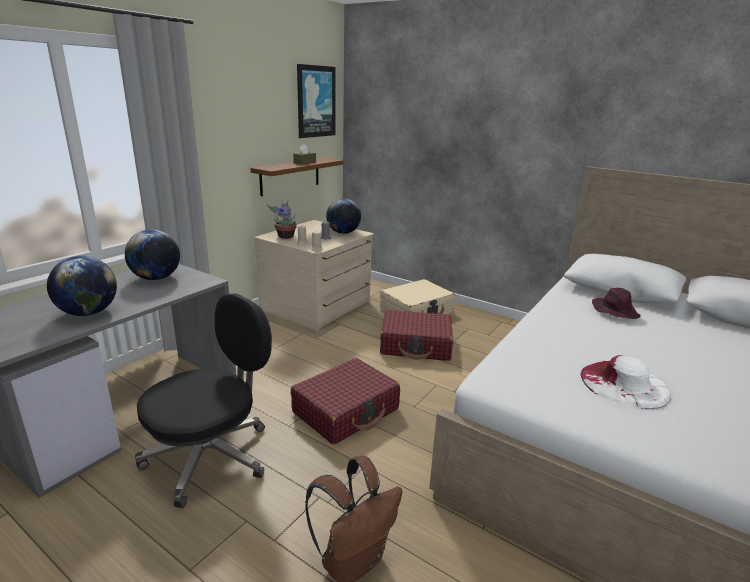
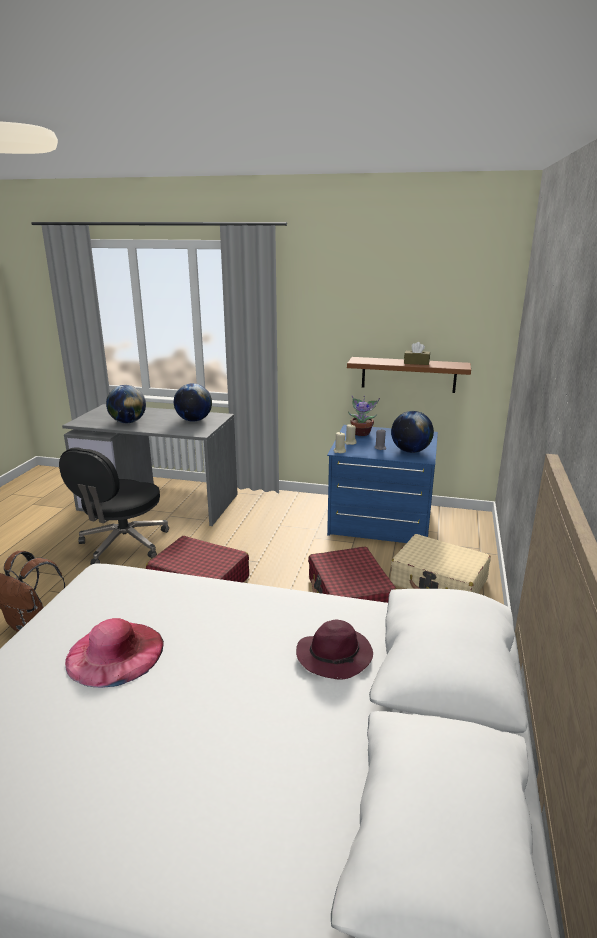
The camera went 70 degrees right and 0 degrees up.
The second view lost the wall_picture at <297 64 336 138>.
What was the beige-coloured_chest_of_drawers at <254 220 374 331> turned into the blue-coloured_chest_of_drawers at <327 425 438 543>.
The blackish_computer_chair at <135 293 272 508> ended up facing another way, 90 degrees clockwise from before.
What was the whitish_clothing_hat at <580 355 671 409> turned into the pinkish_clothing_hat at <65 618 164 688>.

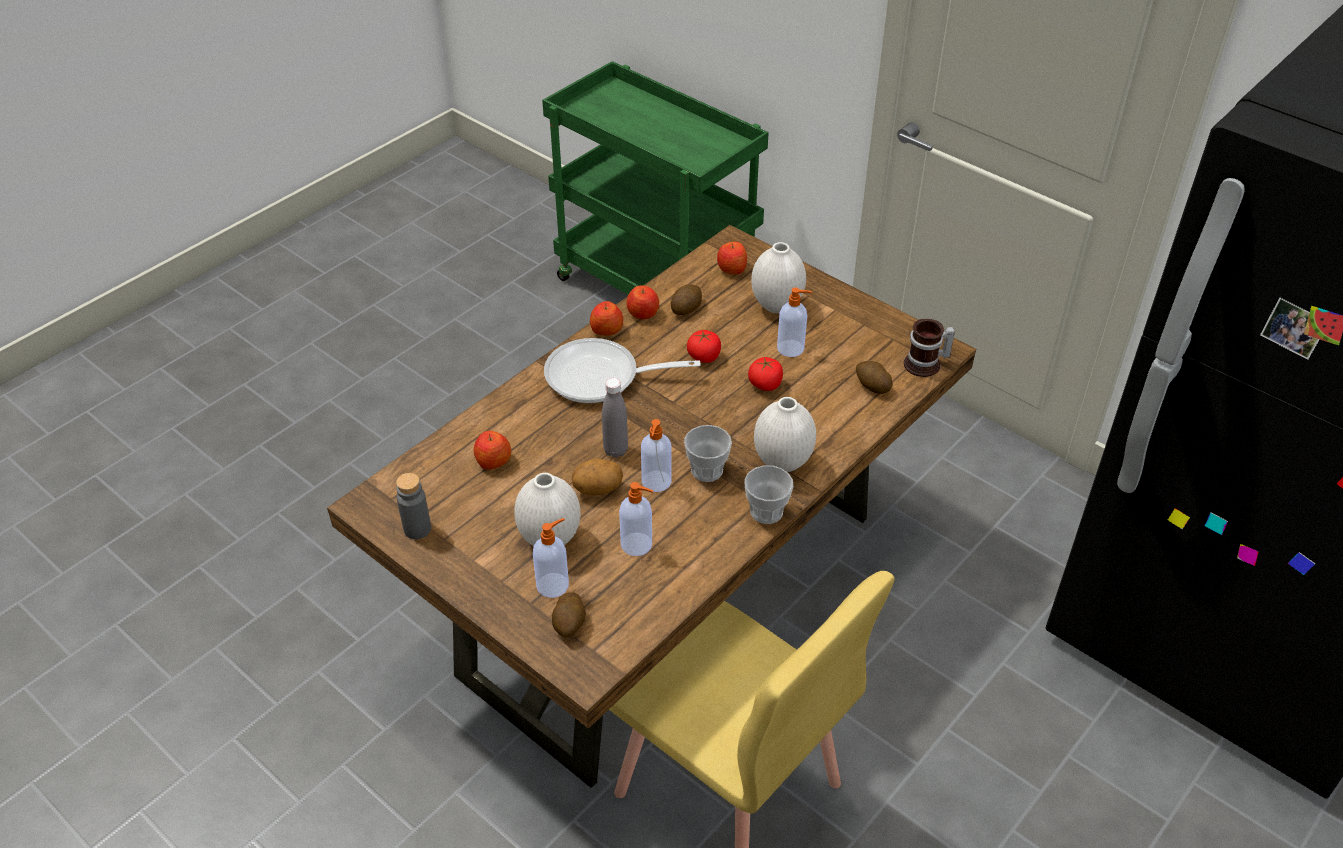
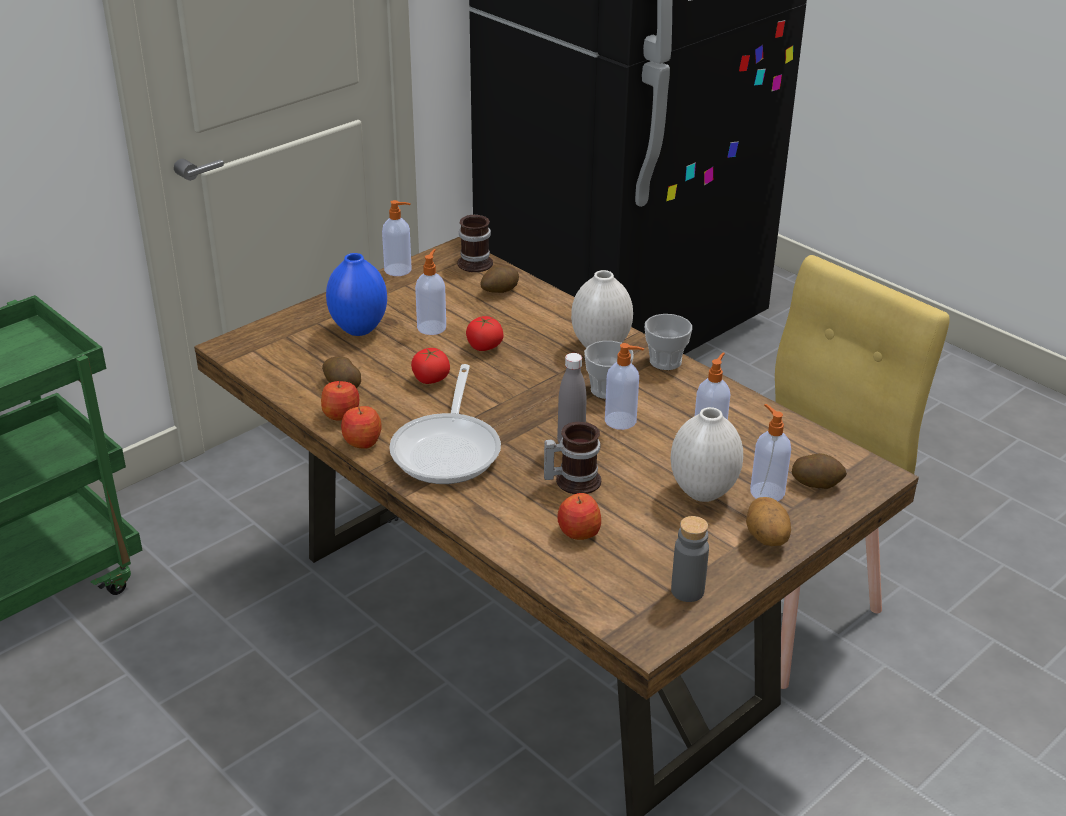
The camera went 85 degrees left and 10 degrees down.
The second view lost the whole_apple at <717 242 747 275>.
What was the whitish_decorative_vase at <751 242 806 313> turned into the blue-coloured_decorative_vase at <326 253 387 336>.
The spud ended up elsewhere, having gone from <572 458 623 496> to <746 497 791 546>.
The second view gained the liquid_soap_bottle at <382 200 412 276>.
The second view gained the tea_mug at <544 422 601 494>.

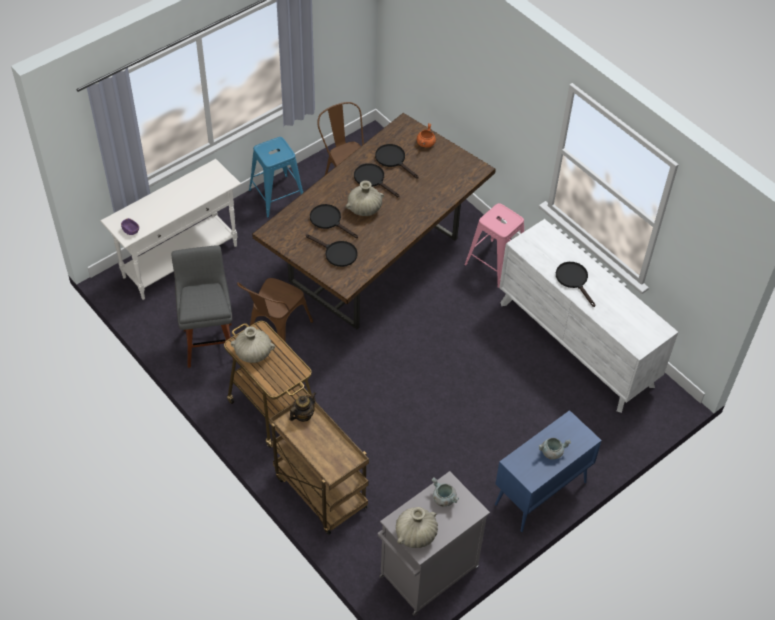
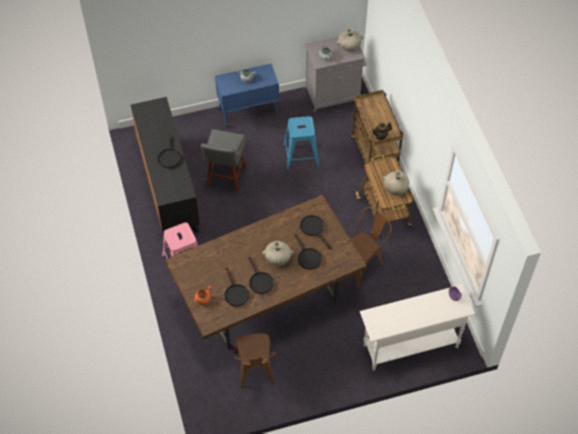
The camera went 155 degrees left and 5 degrees up.
The blue-coloured_stool ended up elsewhere, having gone from <249 137 303 218> to <284 116 319 170>.
What was the whitish_chest_of_drawers at <499 219 678 413> turned into the blackish_chest_of_drawers at <131 97 200 234>.
The grey_stool ended up elsewhere, having gone from <172 245 232 368> to <201 129 246 193>.

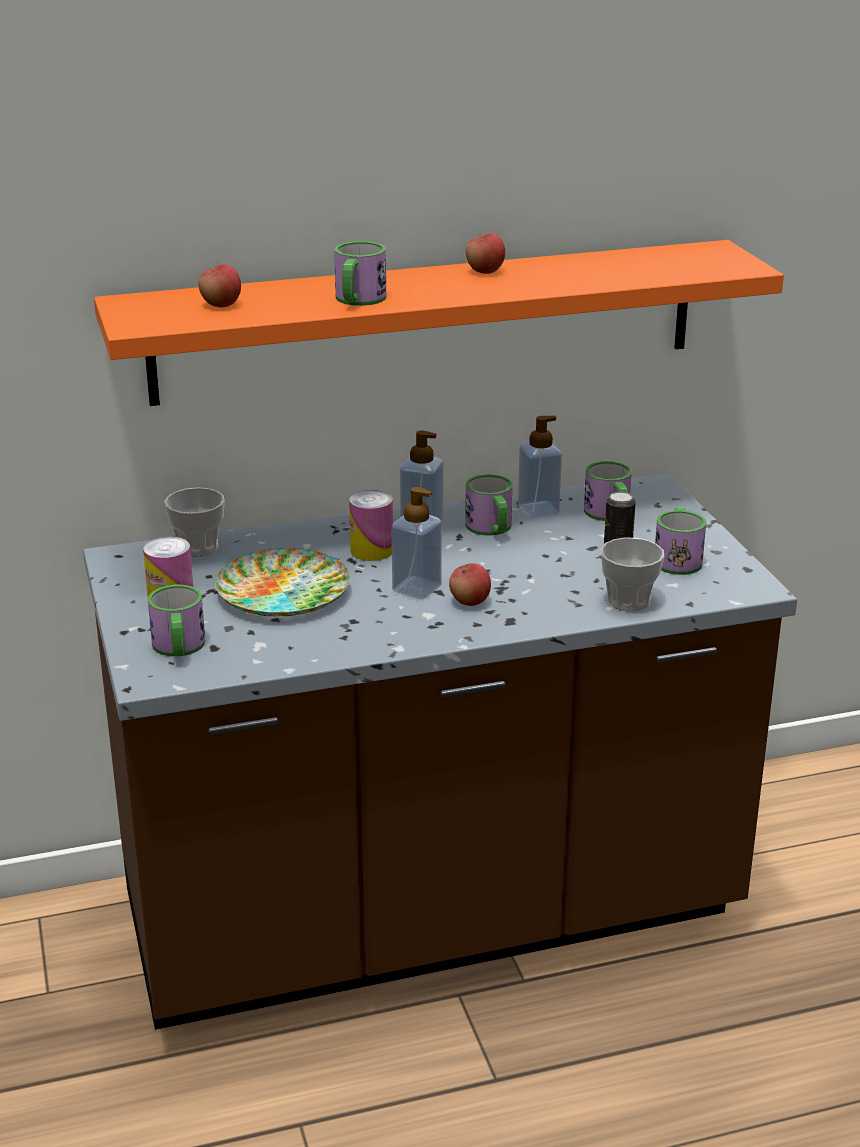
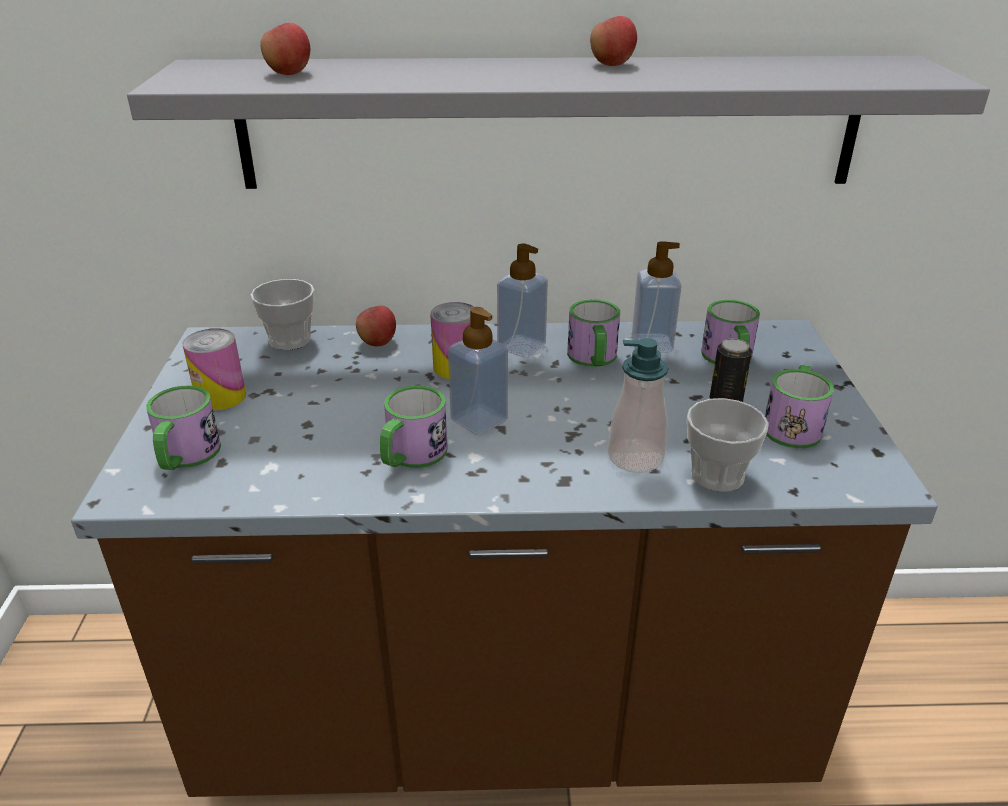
The camera went 15 degrees right and 5 degrees up.
What was the orange-coloured_wall_shelf at <94 240 784 406> turned into the grey_wall_shelf at <127 56 990 189>.
The tea_mug ended up elsewhere, having gone from <334 241 386 306> to <380 386 448 468>.
The second view lost the flat_dish at <215 548 350 617>.
The whole_apple ended up elsewhere, having gone from <449 563 491 606> to <356 306 396 347>.
The second view gained the liquid_soap_bottle at <608 338 668 473>.

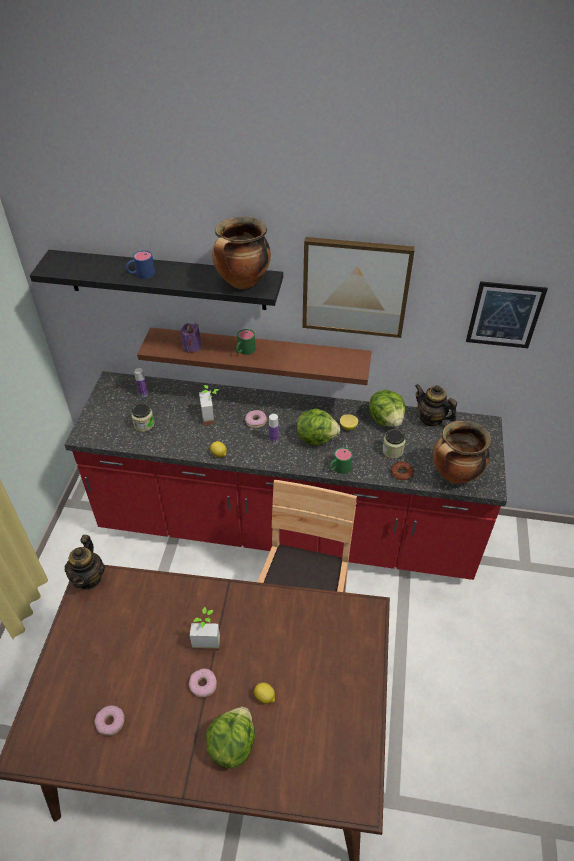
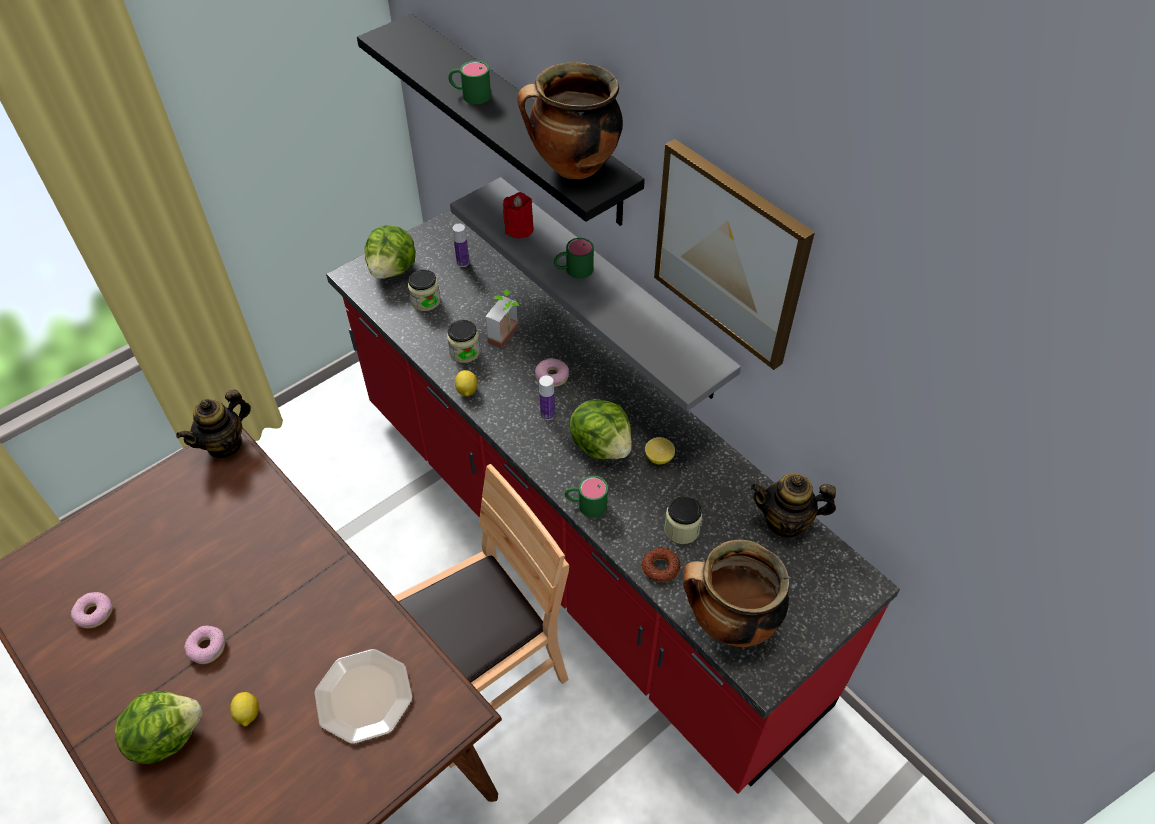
The camera went 40 degrees right and 5 degrees up.
What was the blue-coloured_tea_mug at <126 250 155 279> turned into the greenish_tea_mug at <448 61 491 104>.
The second view lost the wall_picture at <466 281 548 348>.
What was the purple-coloured_wax_light at <181 323 202 353> turned into the red_wax_light at <503 192 534 238>.
What was the brown-coloured_wall_shelf at <137 327 372 385> turned into the grey_wall_shelf at <450 177 741 412>.
The pot_for_tea at <415 384 457 427> ended up facing another way, 75 degrees counterclockwise from before.
The head_of_lettuce ended up elsewhere, having gone from <369 390 406 427> to <365 225 416 279>.
The second view lost the potted_plant at <190 607 221 651>.
The second view gained the jar at <447 320 480 363>.
The second view gained the flat_dish at <315 649 412 744>.

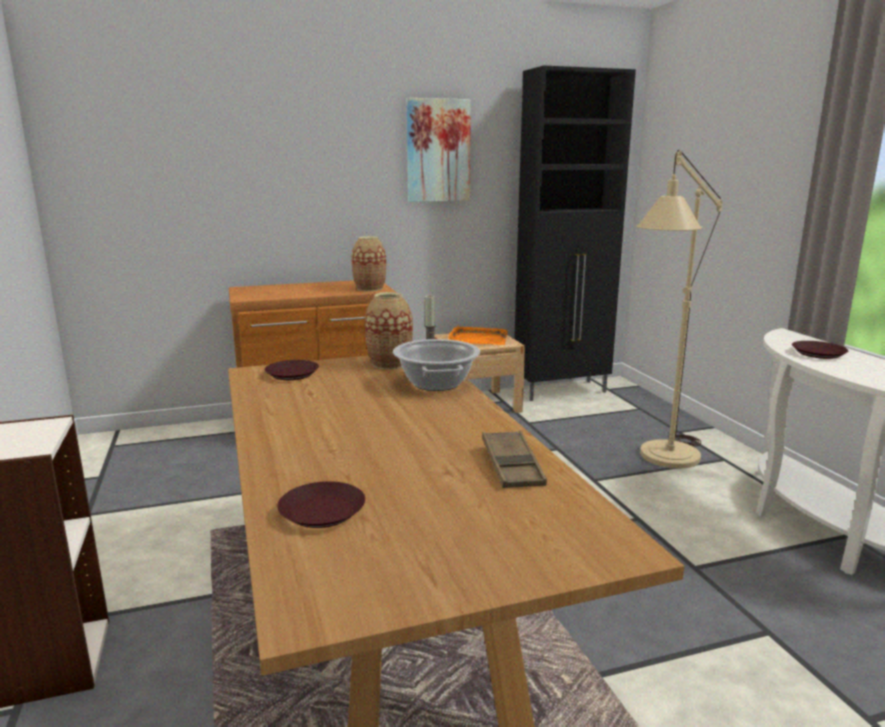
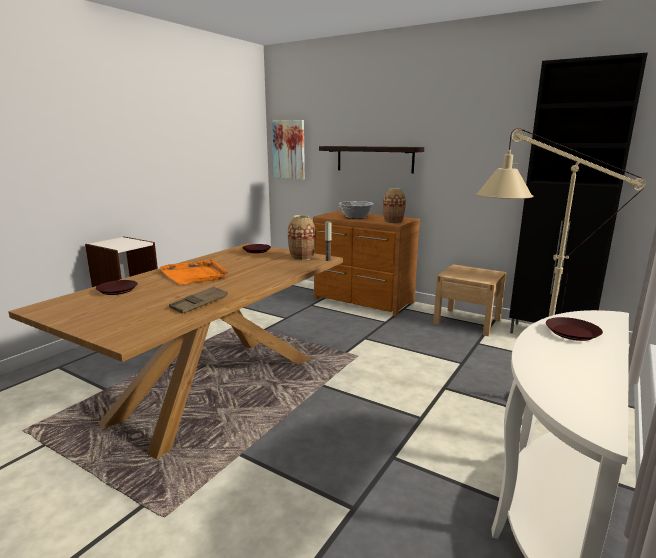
The camera went 50 degrees right and 0 degrees up.
The wall_picture ended up elsewhere, having gone from <407 98 471 202> to <272 120 305 180>.
The orange-coloured_carrying_tray ended up elsewhere, having gone from <448 326 508 345> to <160 259 228 285>.
The cooking_pot ended up elsewhere, having gone from <393 339 480 391> to <339 201 374 219>.
The second view gained the wall_shelf at <319 146 424 174>.

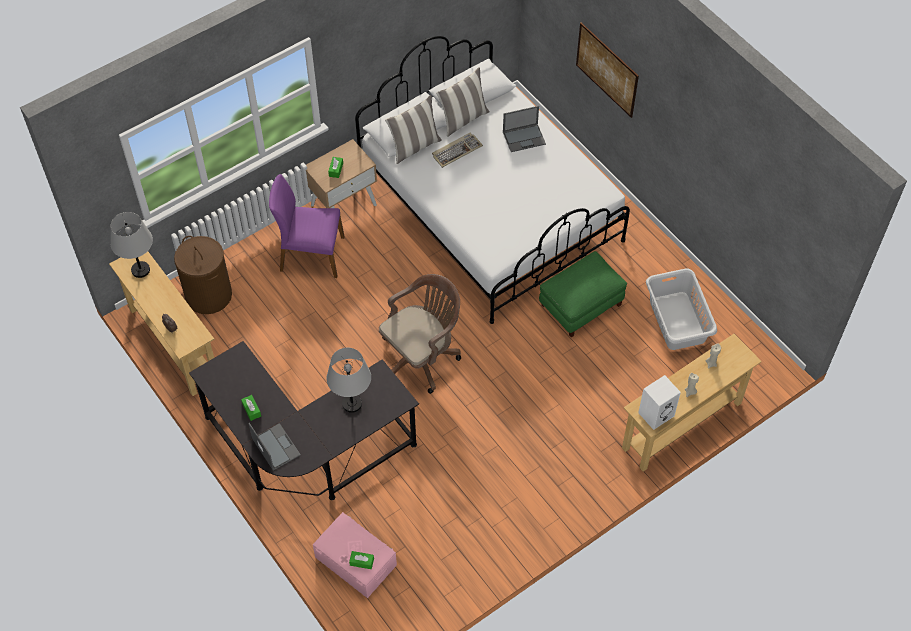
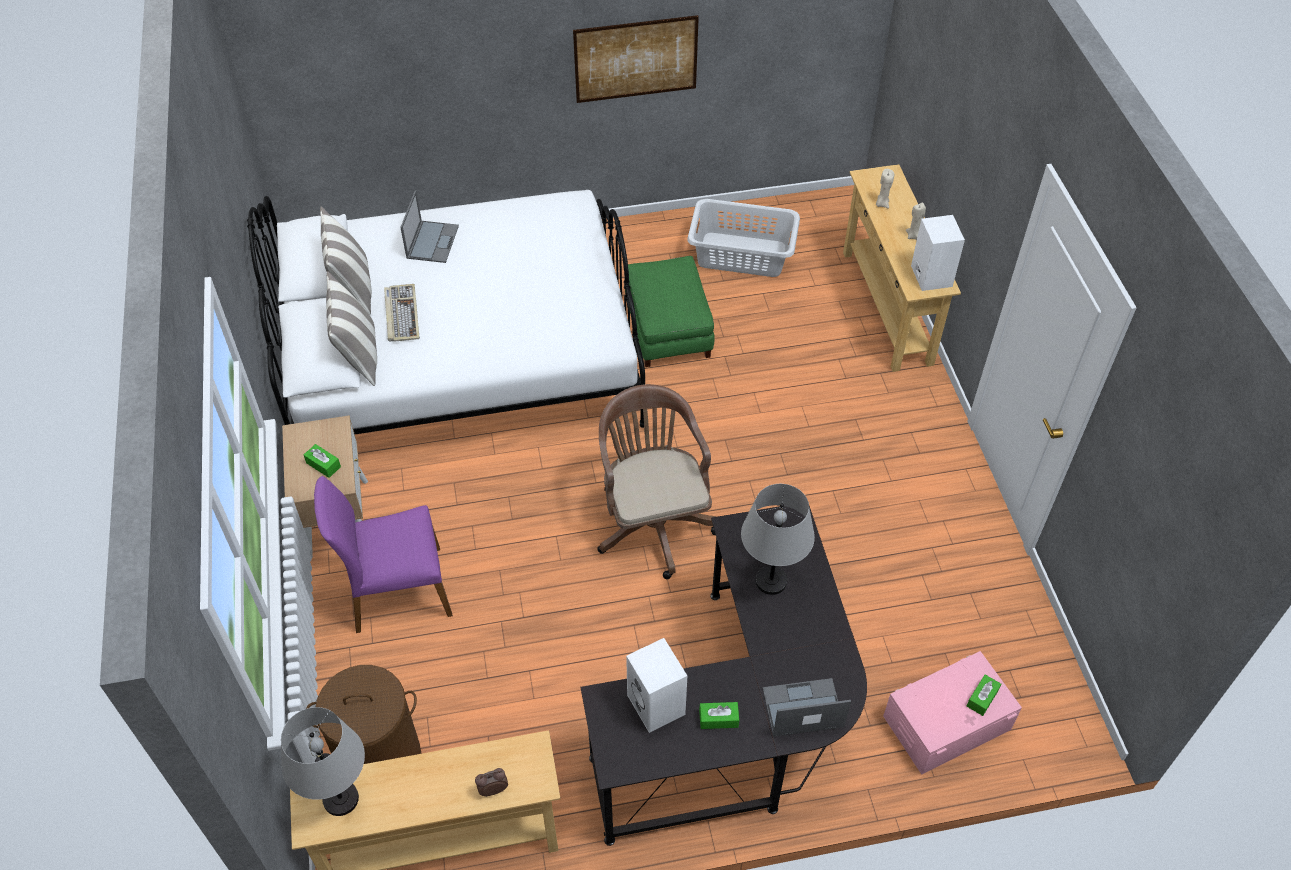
The camera went 65 degrees left and 5 degrees down.
The wall_picture ended up elsewhere, having gone from <576 23 639 118> to <573 15 699 103>.
The purple-coloured_plain_chair at <269 174 345 278> ended up facing another way, 45 degrees clockwise from before.
The second view gained the whitish_loudspeaker at <626 638 687 733>.

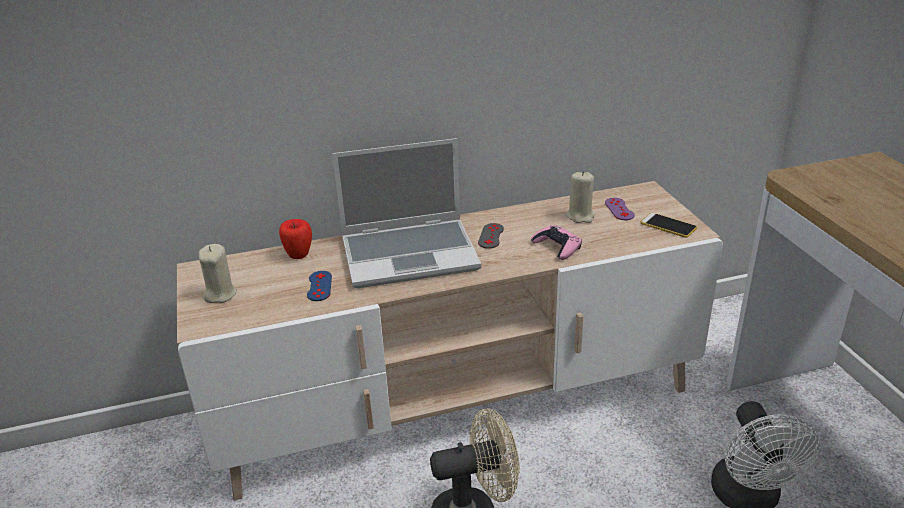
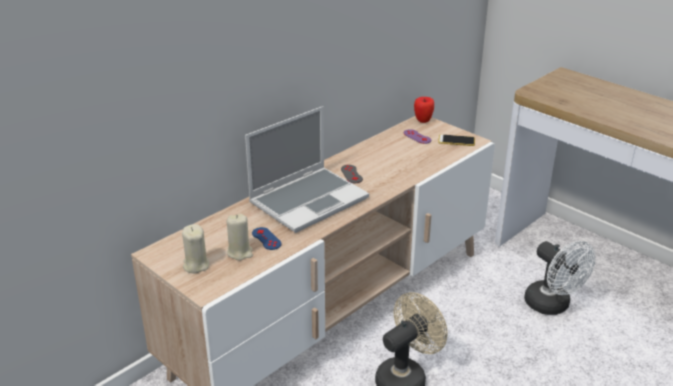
The camera went 30 degrees left and 0 degrees up.
The beige-coloured_wax_light ended up elsewhere, having gone from <566 171 595 223> to <227 213 253 261>.
The whole_apple ended up elsewhere, having gone from <279 219 312 259> to <414 97 434 123>.
The second view lost the pinkish_game_controller at <531 225 582 260>.

